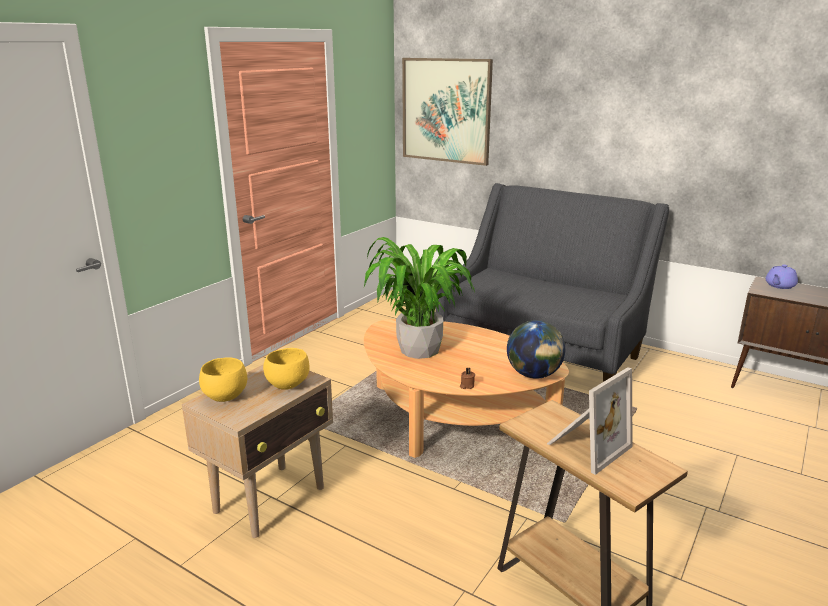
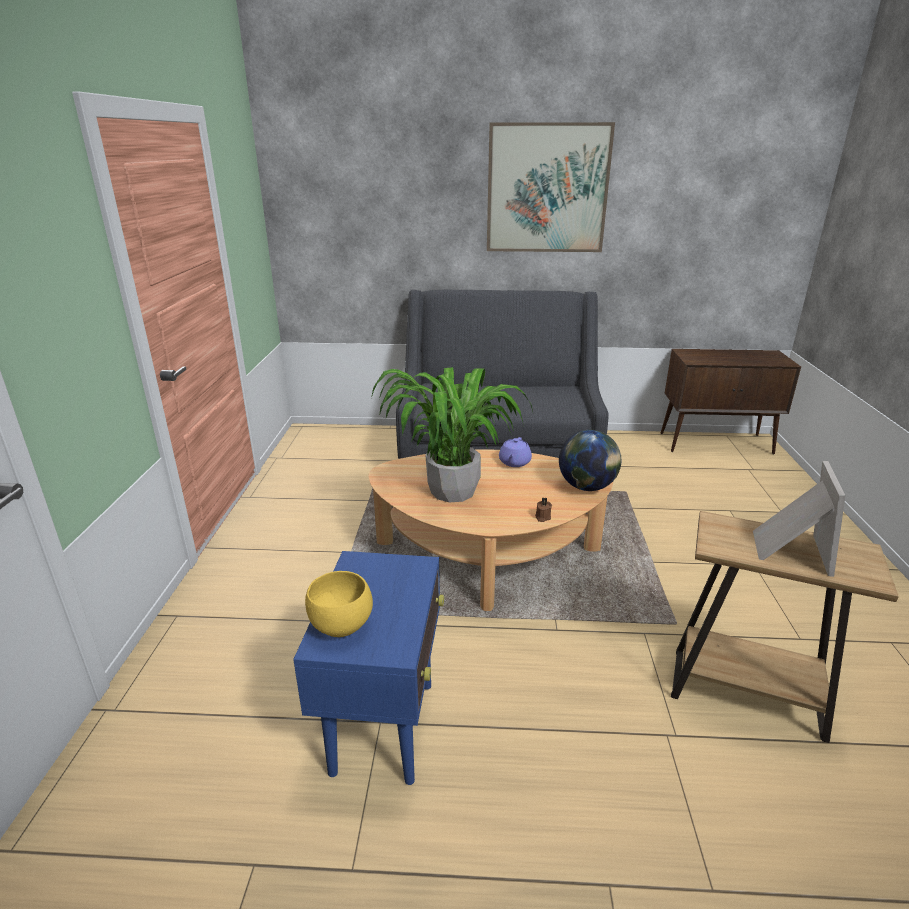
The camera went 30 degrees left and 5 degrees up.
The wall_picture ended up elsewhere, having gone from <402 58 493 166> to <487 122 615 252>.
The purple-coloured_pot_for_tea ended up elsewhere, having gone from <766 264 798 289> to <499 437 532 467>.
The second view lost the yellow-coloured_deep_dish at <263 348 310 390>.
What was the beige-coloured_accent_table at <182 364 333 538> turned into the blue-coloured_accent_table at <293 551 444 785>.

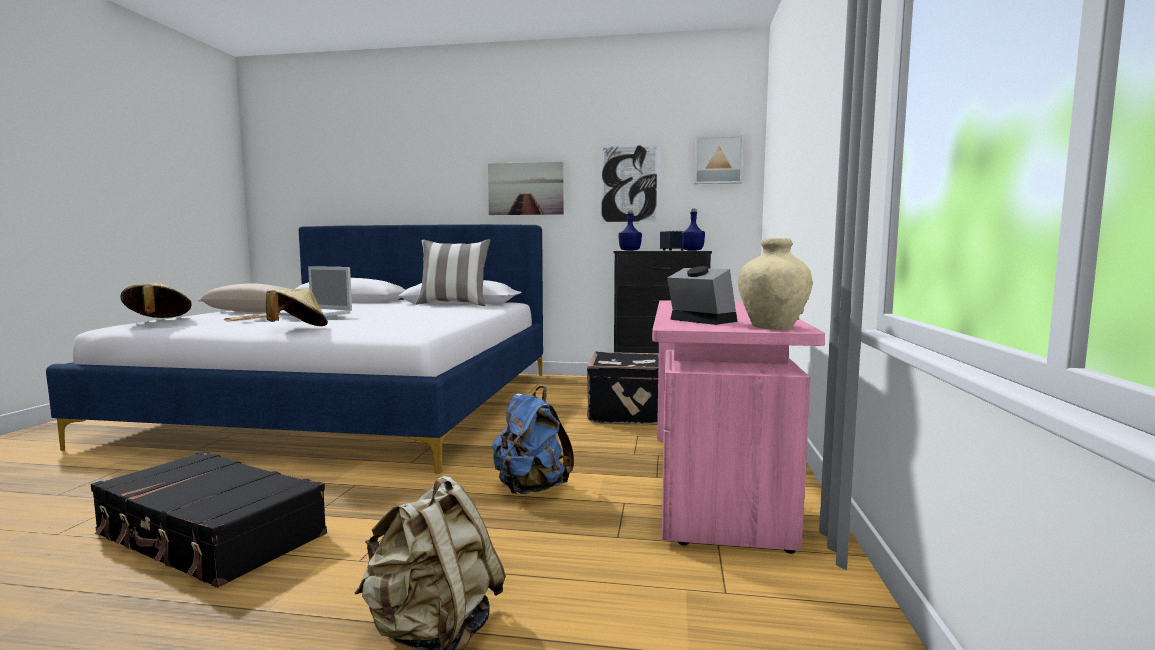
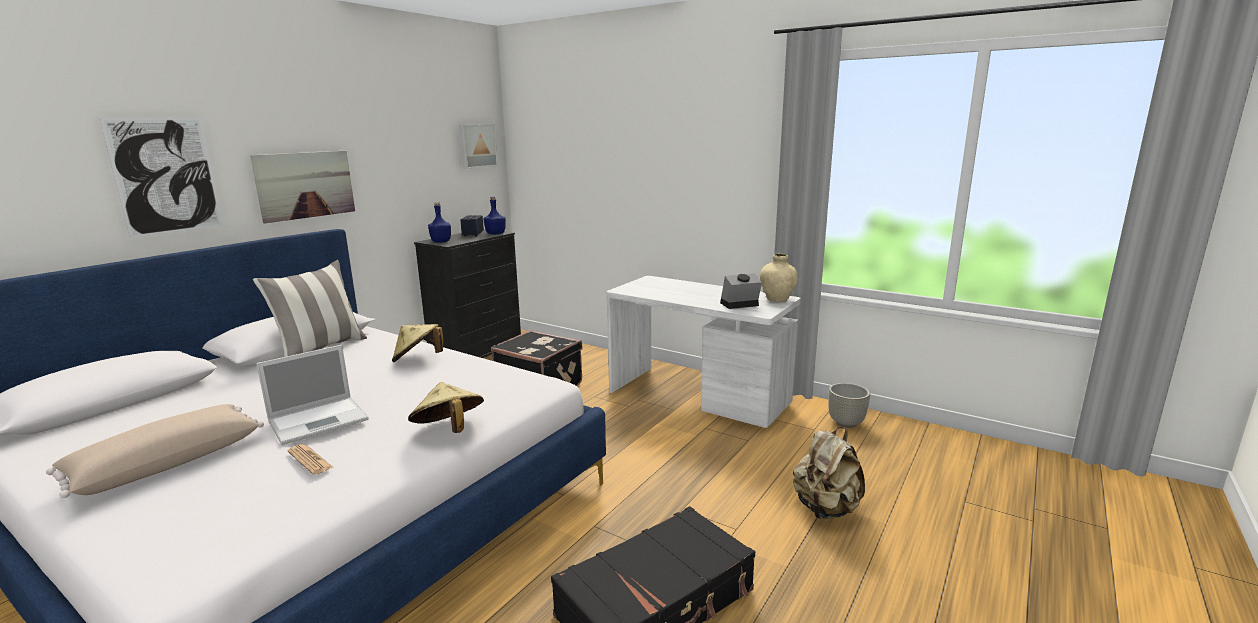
The camera went 65 degrees left and 10 degrees up.
The wall_picture ended up elsewhere, having gone from <600 143 659 224> to <99 117 223 238>.
The beige-coloured_clothing_hat ended up elsewhere, having gone from <120 283 192 318> to <392 324 443 362>.
What was the pinkish_desk_table at <652 300 825 554> turned into the whitish_desk_table at <607 276 801 428>.
The second view lost the blue-coloured_rucksack at <492 386 574 494>.
The second view gained the grey_flower_pot at <828 383 870 428>.

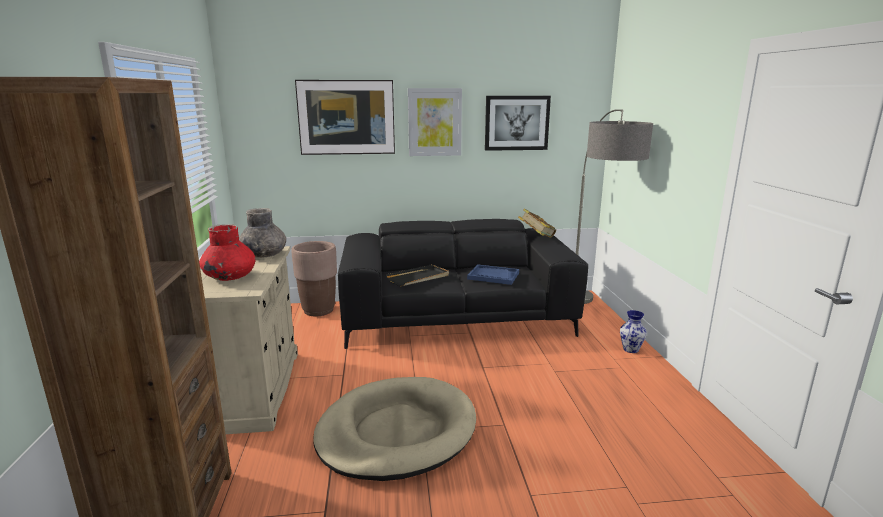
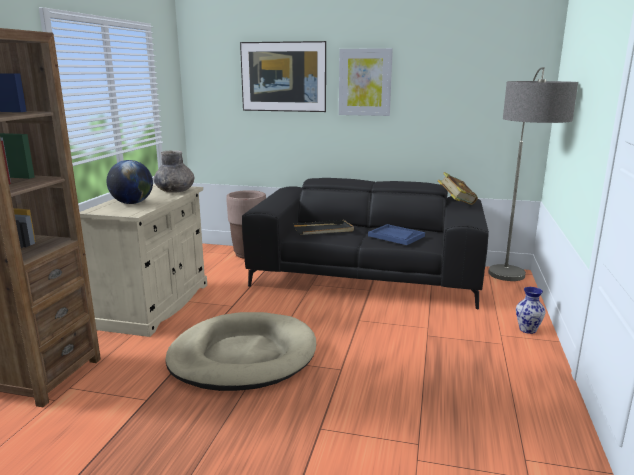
The camera went 20 degrees right and 0 degrees up.
The second view lost the wall_picture at <485 96 551 151>.
Where the red_decorative_vase stood at <199 224 255 281>, the globe came to stand at <107 160 153 204>.

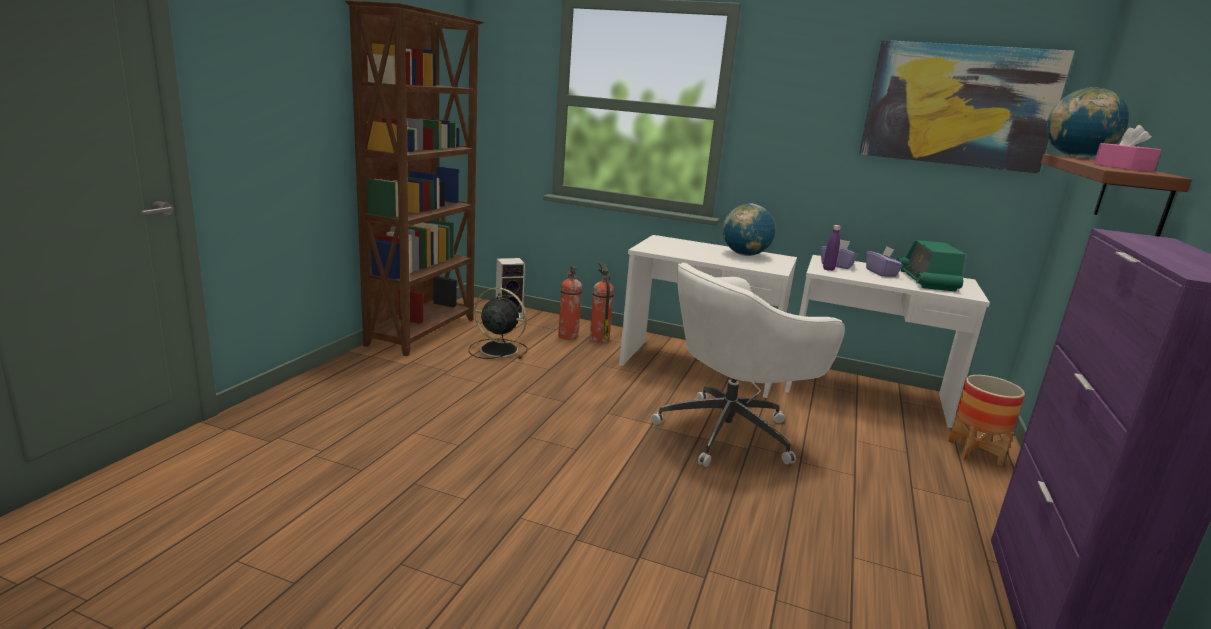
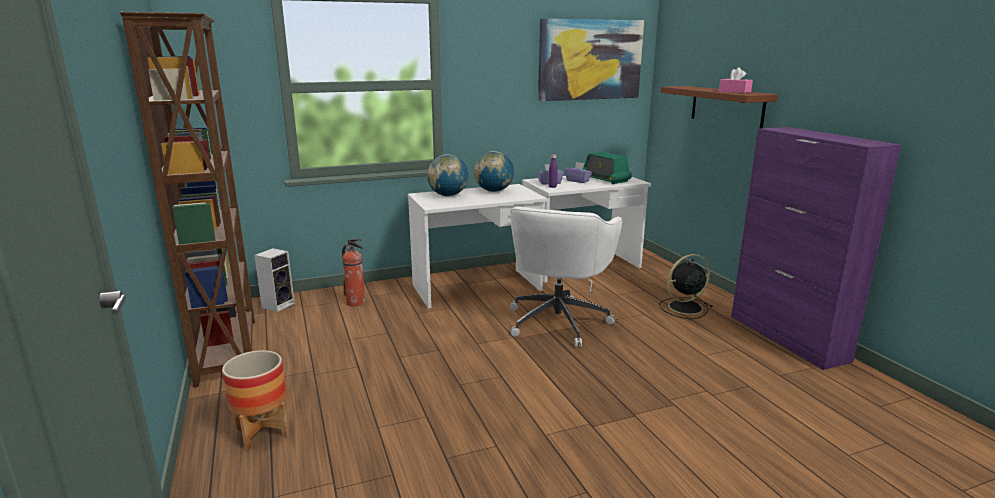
The camera went 40 degrees left and 0 degrees up.
The globe ended up elsewhere, having gone from <1046 87 1129 158> to <427 154 468 197>.
The second view lost the fire-fighting_cylinder at <590 263 614 343>.
The blackish_fan ended up elsewhere, having gone from <469 288 527 359> to <659 254 713 319>.
The flower_pot ended up elsewhere, having gone from <948 375 1025 466> to <222 350 289 450>.

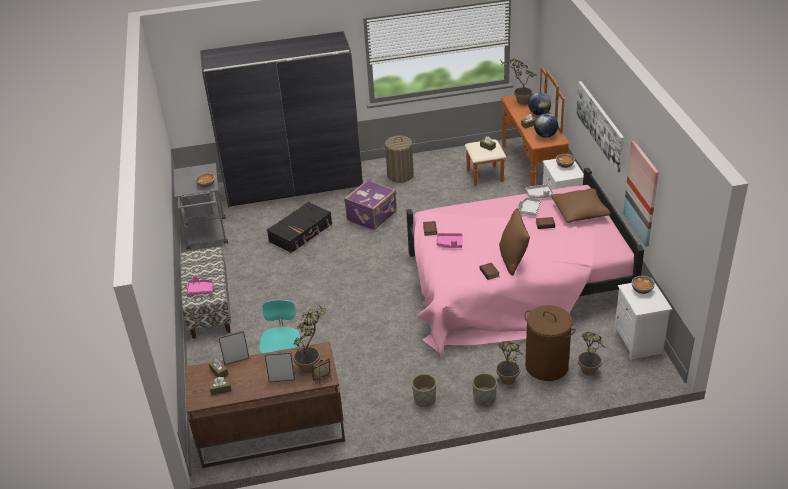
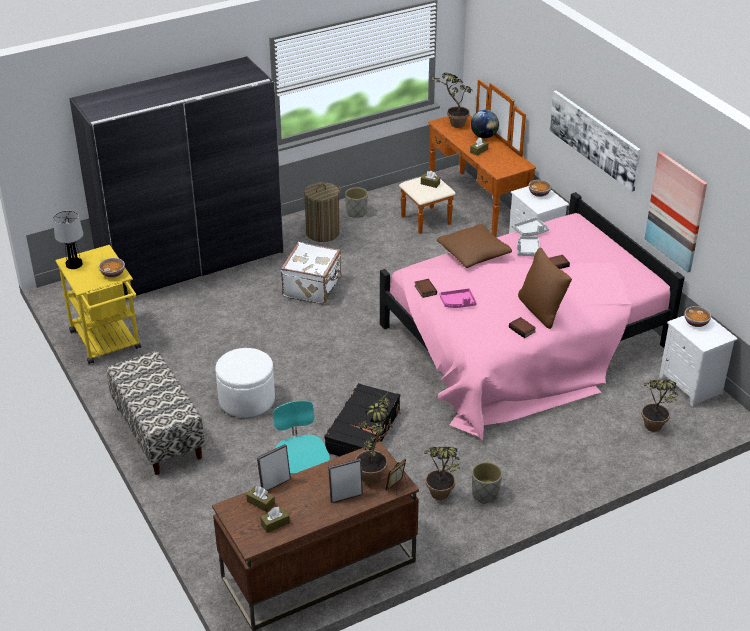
The camera went 20 degrees left and 0 degrees up.
The second view lost the globe at <534 113 558 138>.
What was the grey_wheeled_cart at <173 163 228 250> turned into the yellow-coloured_wheeled_cart at <55 245 141 364>.
What was the purple-coloured_piece_of_luggage at <344 180 397 230> turned into the whitish_piece_of_luggage at <281 242 342 304>.
The brown-coloured_pillow ended up elsewhere, having gone from <552 188 610 223> to <437 224 512 268>.
The blackish_piece_of_luggage ended up elsewhere, having gone from <267 201 332 253> to <324 383 401 456>.
The second view lost the pinkish_carrying_tray at <186 276 214 295>.
The second view lost the brown-coloured_washing_basket at <524 305 576 381>.
The potted_plant ended up elsewhere, having gone from <496 341 523 385> to <424 447 460 500>.
The grey_flower_pot ended up elsewhere, having gone from <472 373 497 407> to <345 187 368 218>.
The second view gained the table_lamp at <53 210 83 269>.
The second view gained the whitish_footrest at <215 348 275 417>.

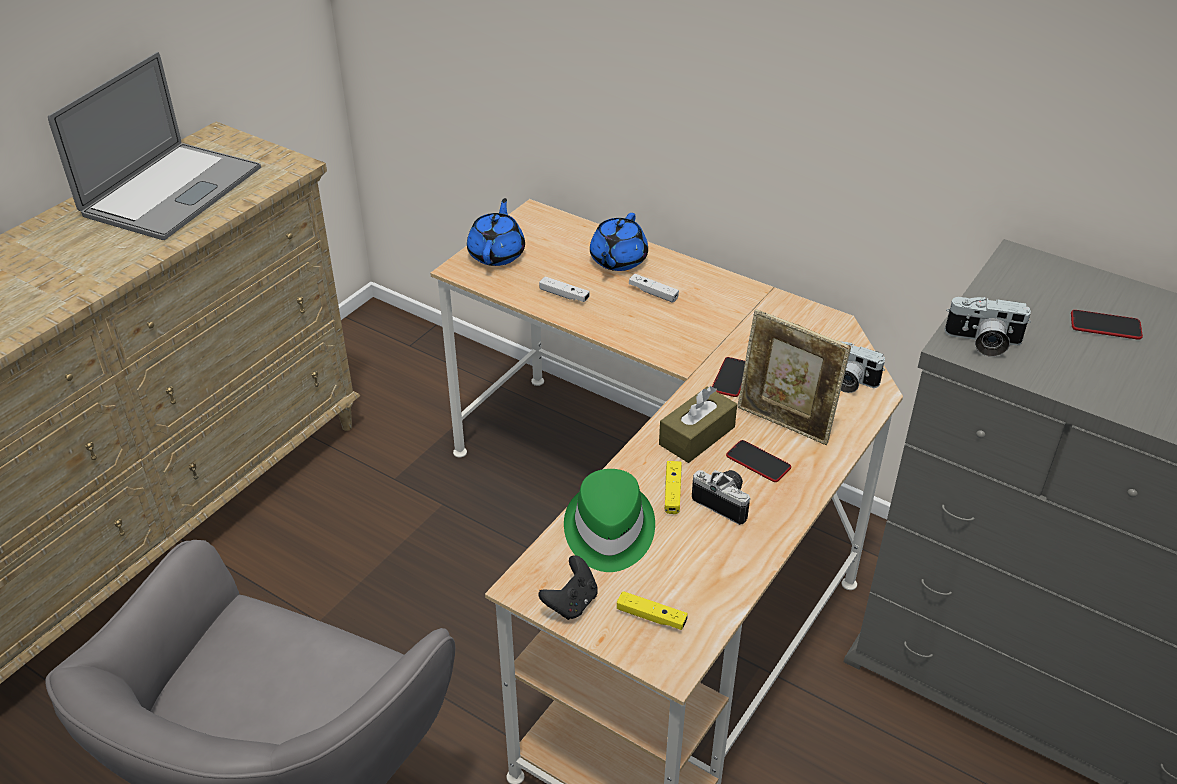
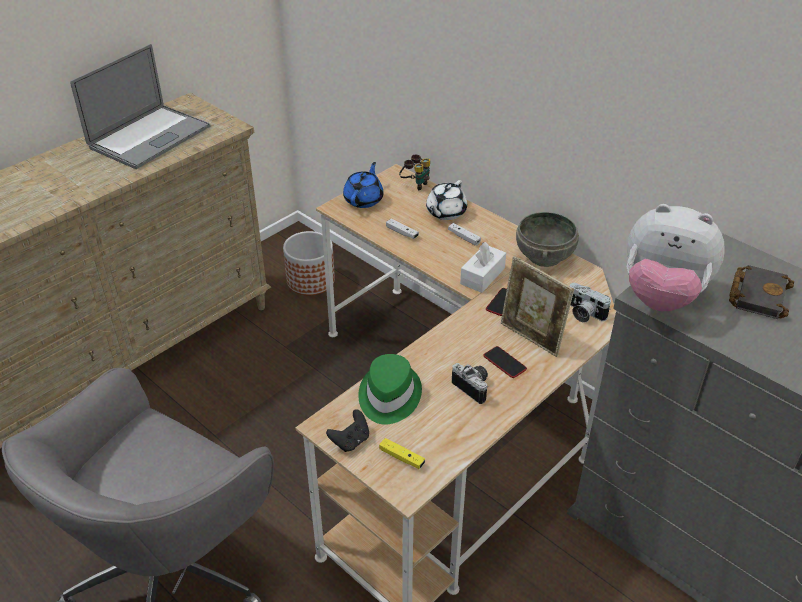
The camera went 10 degrees right and 0 degrees up.
What was the blue-coloured_pot_for_tea at <590 213 648 271> turned into the whitish_pot_for_tea at <426 180 467 220>.
Where the photo_camera stood at <945 297 1031 357>, the soft_toy came to stand at <627 204 725 311>.
Where the handset stood at <1071 310 1143 340>, the blackish_volume came to stand at <729 265 794 319>.
The second view lost the brown-coloured_tissue_holder at <659 386 737 463>.
The second view lost the yellow-coloured_game_controller at <665 461 681 514>.
The second view gained the field_glasses at <399 155 430 190>.
The second view gained the grey_deep_dish at <516 212 579 267>.
The second view gained the flower_pot at <283 231 335 295>.
The second view gained the whitish_tissue_holder at <460 242 506 293>.

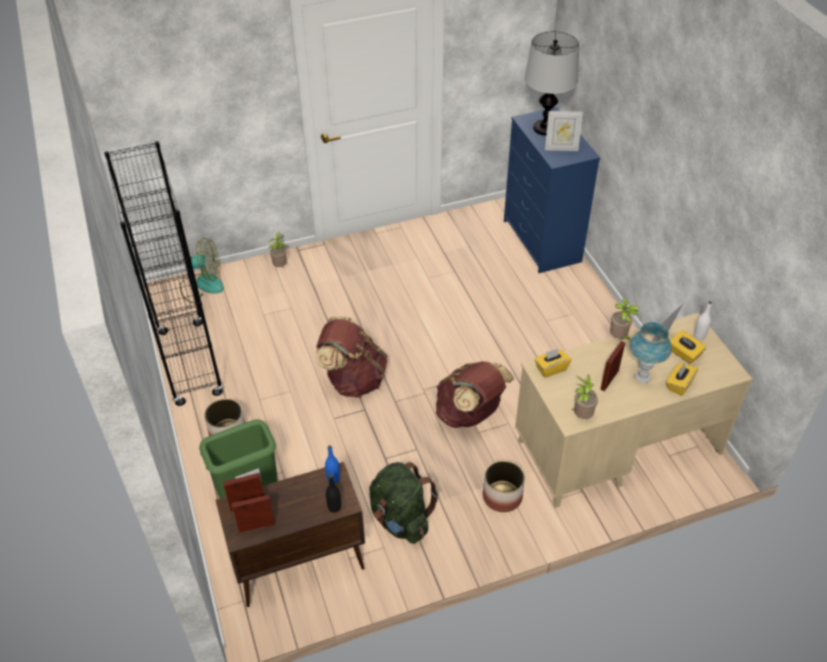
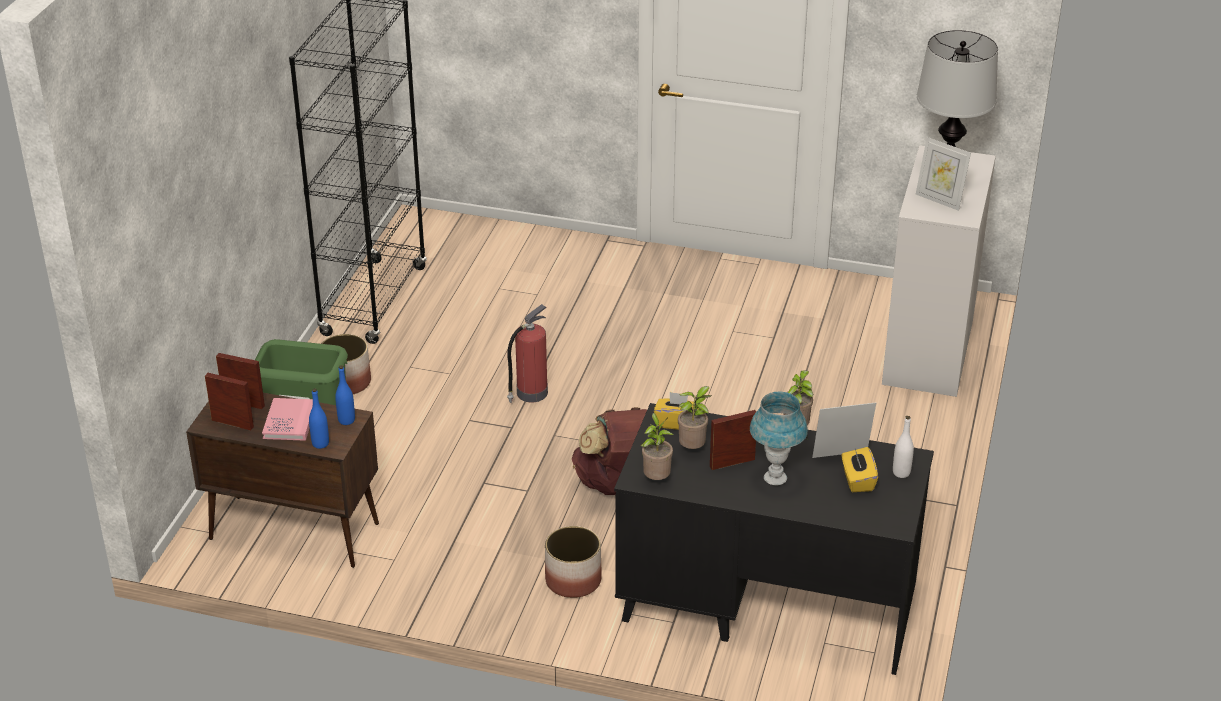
The camera went 35 degrees right and 10 degrees down.
What was the blue-coloured_chest_of_drawers at <504 107 600 273> turned into the whitish_chest_of_drawers at <882 145 996 397>.
The potted_plant ended up elsewhere, having gone from <268 232 287 267> to <678 386 711 449>.
The second view lost the fan at <180 238 224 303>.
What was the beige-coloured_desk_table at <515 313 752 508> turned into the blackish_desk_table at <614 403 934 675>.
Where the brown-coloured_rucksack stood at <316 316 388 398>, the fire-fighting_cylinder came to stand at <507 304 548 403>.
The second view lost the yellow-coloured_tissue_holder at <667 363 698 396>.
The second view lost the greenish_rucksack at <369 462 439 544>.
What was the blackish_bottle at <326 474 341 513> turned into the blue-coloured_bottle at <309 388 329 449>.
The second view gained the pinkish_volume at <262 398 313 441>.

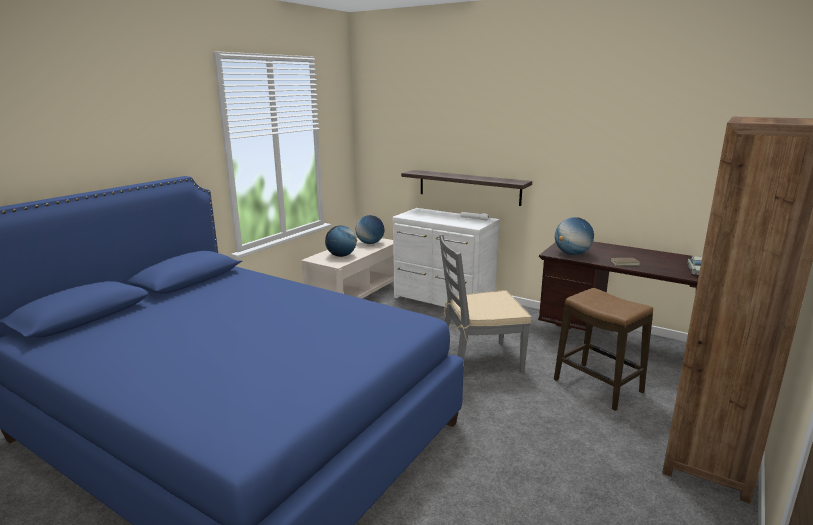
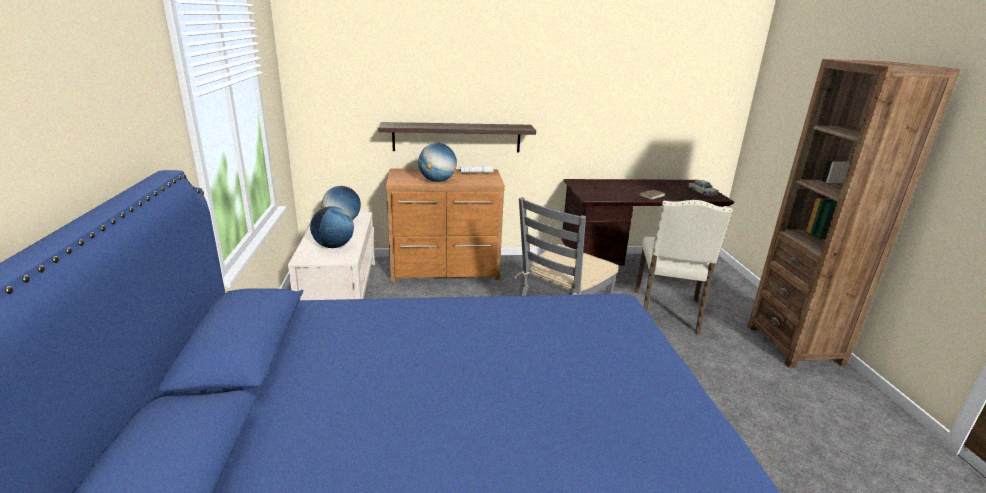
The camera went 40 degrees left and 5 degrees up.
What was the whitish_chest_of_drawers at <392 208 500 308> turned into the brown-coloured_chest_of_drawers at <386 168 505 282>.
The globe ended up elsewhere, having gone from <555 217 594 255> to <418 143 457 182>.
Where the stool stood at <554 288 653 411>, the beige-coloured_plain_chair came to stand at <635 200 733 335>.

